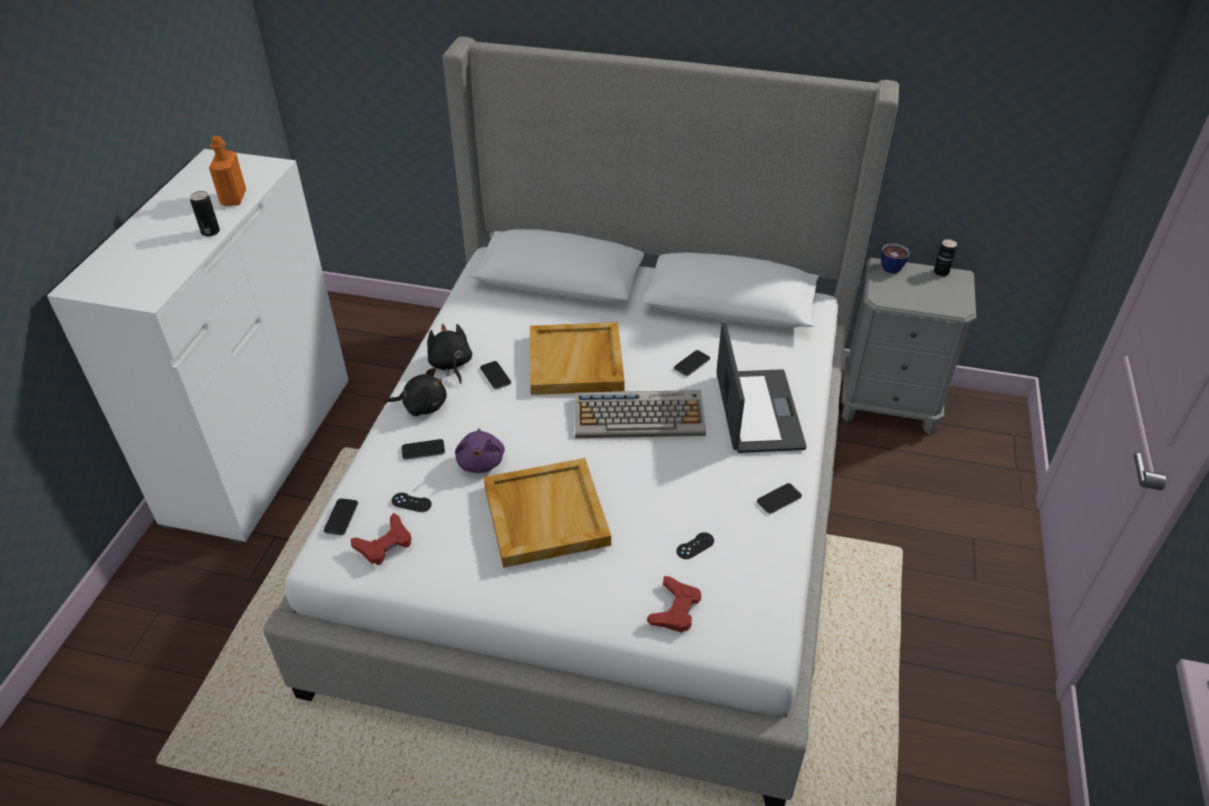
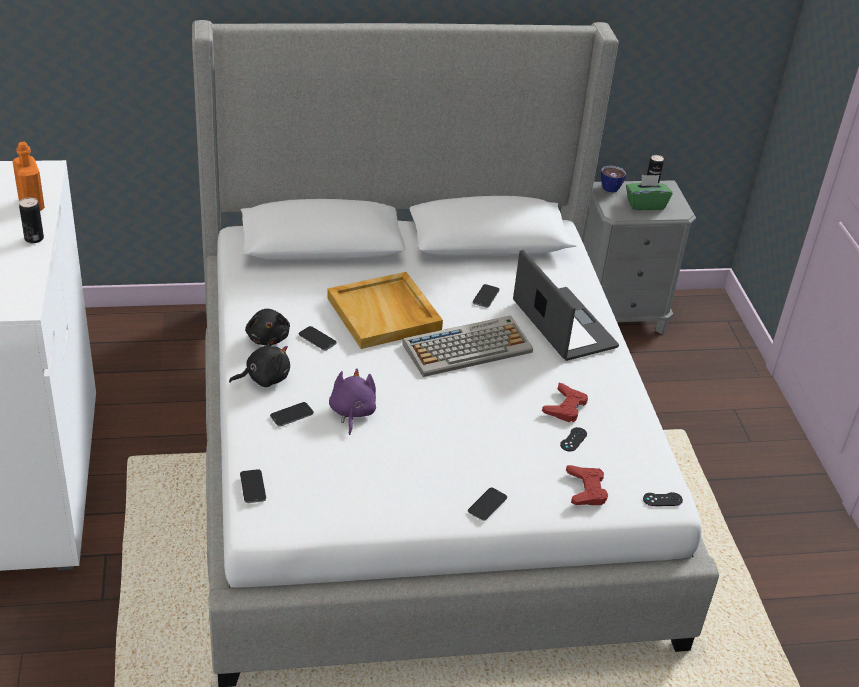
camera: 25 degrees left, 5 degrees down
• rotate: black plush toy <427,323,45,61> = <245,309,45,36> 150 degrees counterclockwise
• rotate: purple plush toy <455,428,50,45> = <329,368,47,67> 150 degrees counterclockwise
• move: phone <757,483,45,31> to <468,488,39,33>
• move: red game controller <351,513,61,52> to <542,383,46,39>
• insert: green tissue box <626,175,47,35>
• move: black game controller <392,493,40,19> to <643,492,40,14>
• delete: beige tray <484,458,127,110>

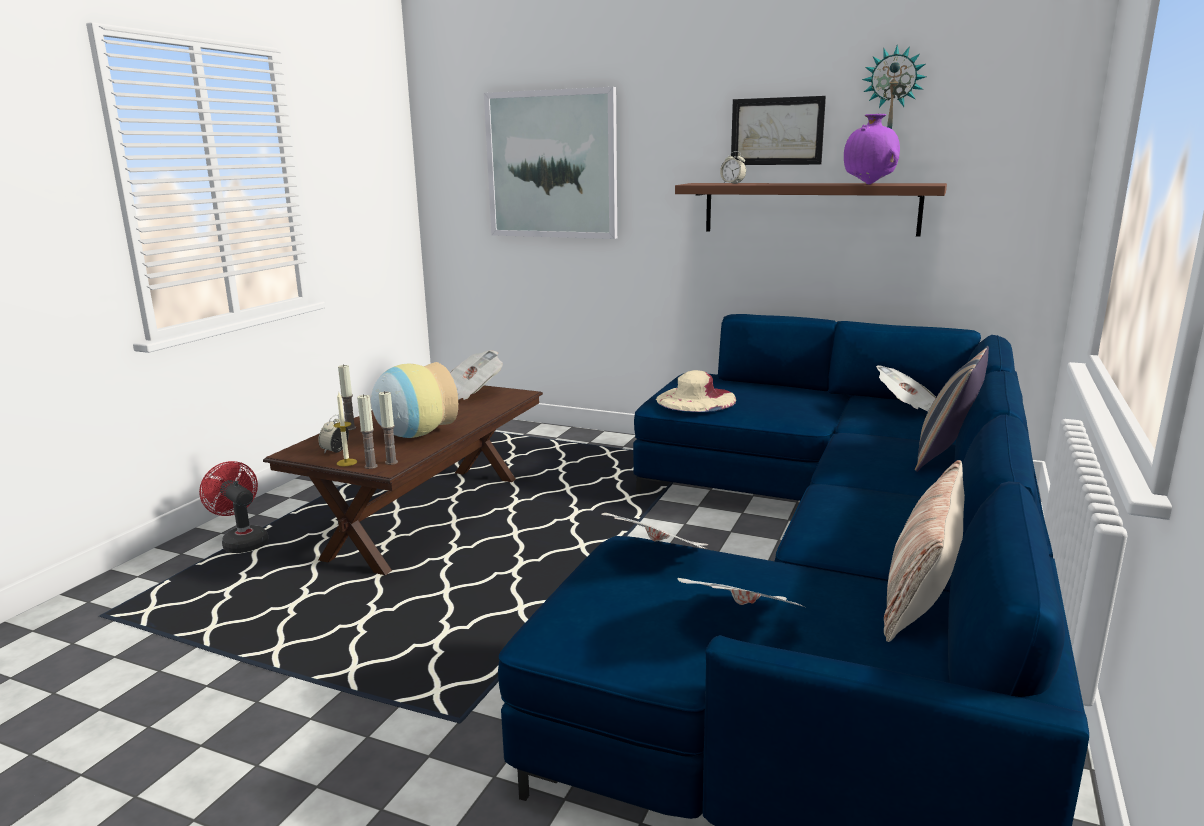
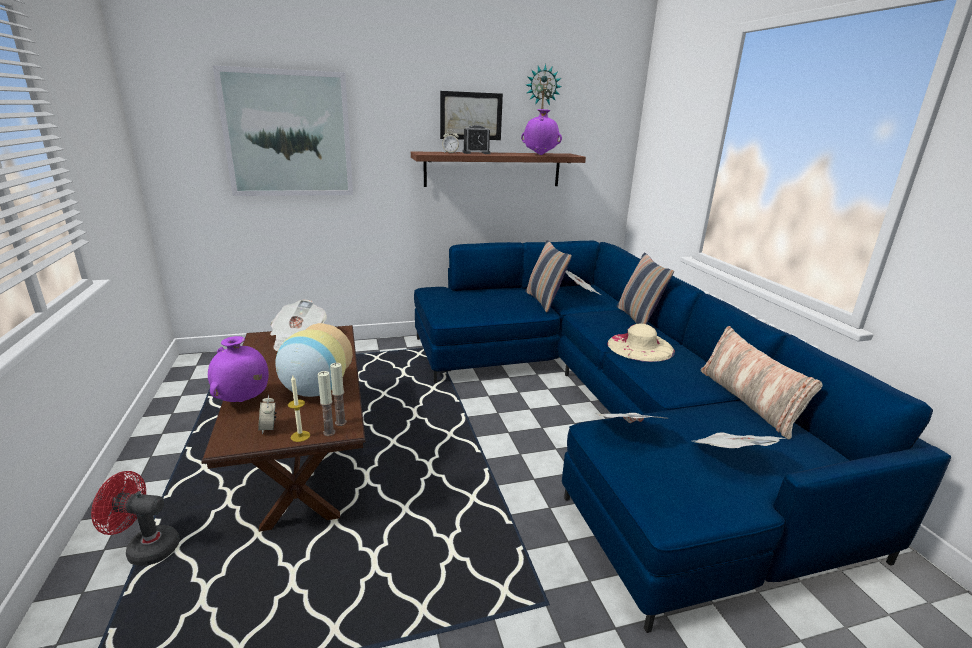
camera: 40 degrees left, 5 degrees up
• replace: candle <338,364,18,66> to purple vase <208,336,61,66>
• insert: alarm clock <463,125,28,29>
• insert: pillow <525,240,47,73>
• move: beige hat <656,370,80,42> to <607,324,68,38>

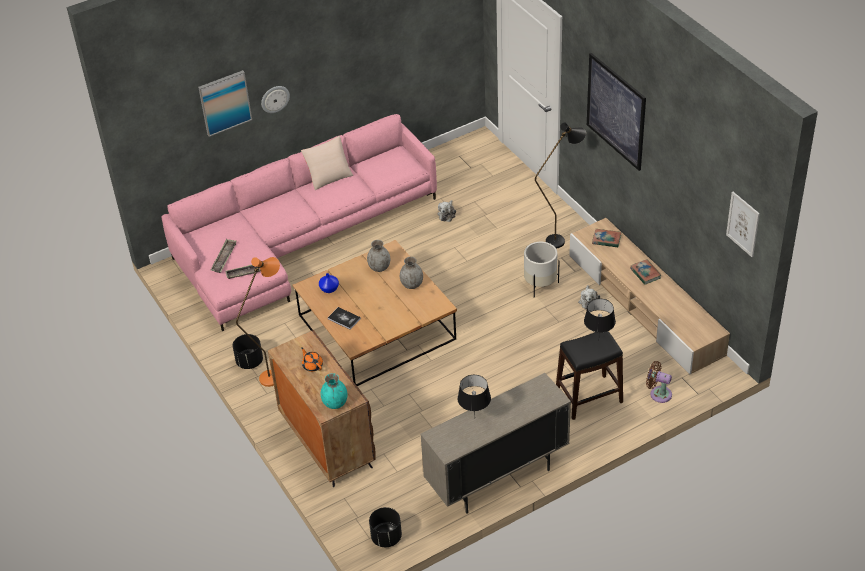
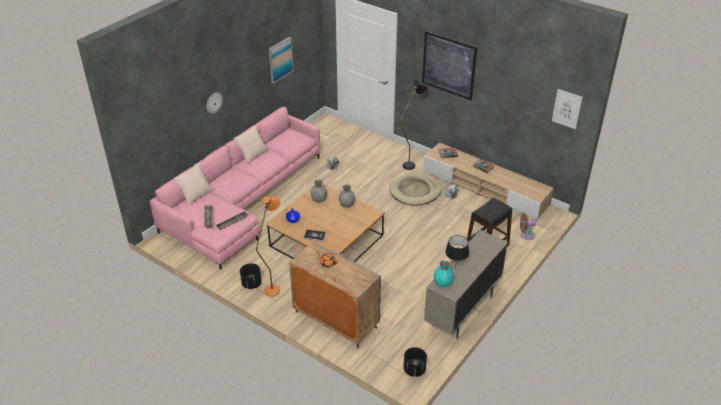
camera: 25 degrees left, 5 degrees down
• insert: beige pillow <174,163,40,42>
• move: picture <198,70,54,67> to <269,36,25,48>
• recolor: brown cabinet <268,330,108,157> to grey cabinet <289,241,92,107>
• replace: white planter <524,242,35,56> to beige dog bed <389,173,53,33>
• move: turquoise vase <321,373,27,36> to <434,260,19,27>
• delete: black table lamp <584,299,32,34>

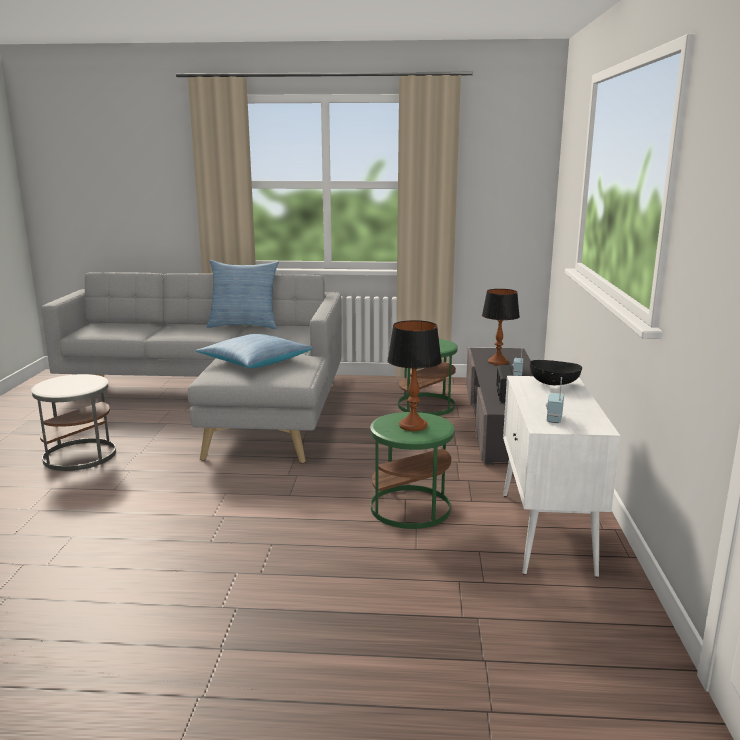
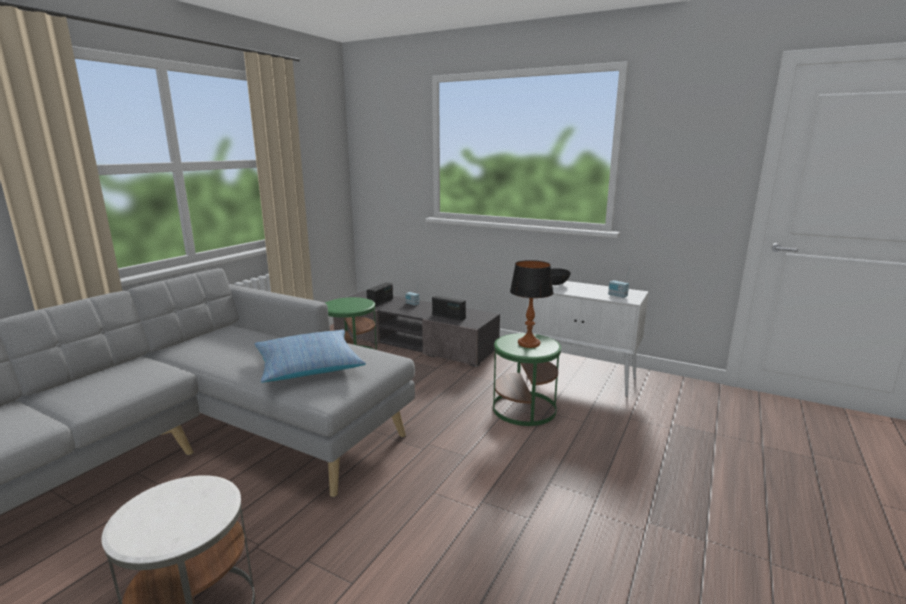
camera: 65 degrees left, 0 degrees up
• replace: table lamp <482,289,38,76> to radio <367,282,26,25>
• delete: pillow <207,260,72,69>

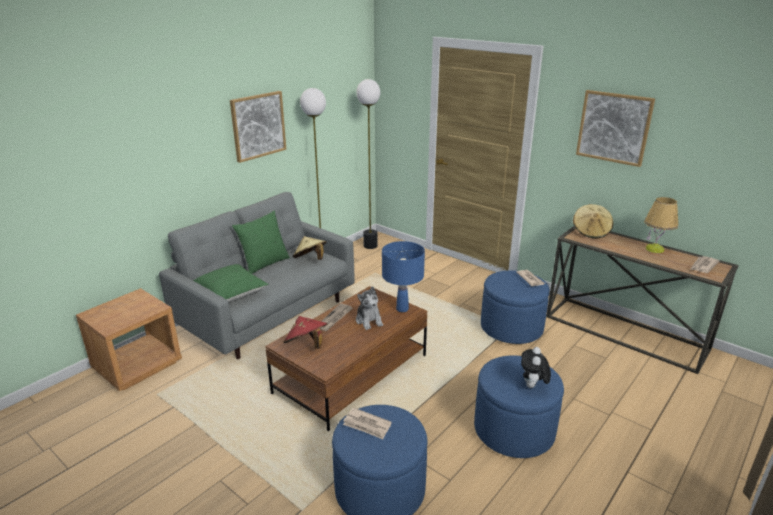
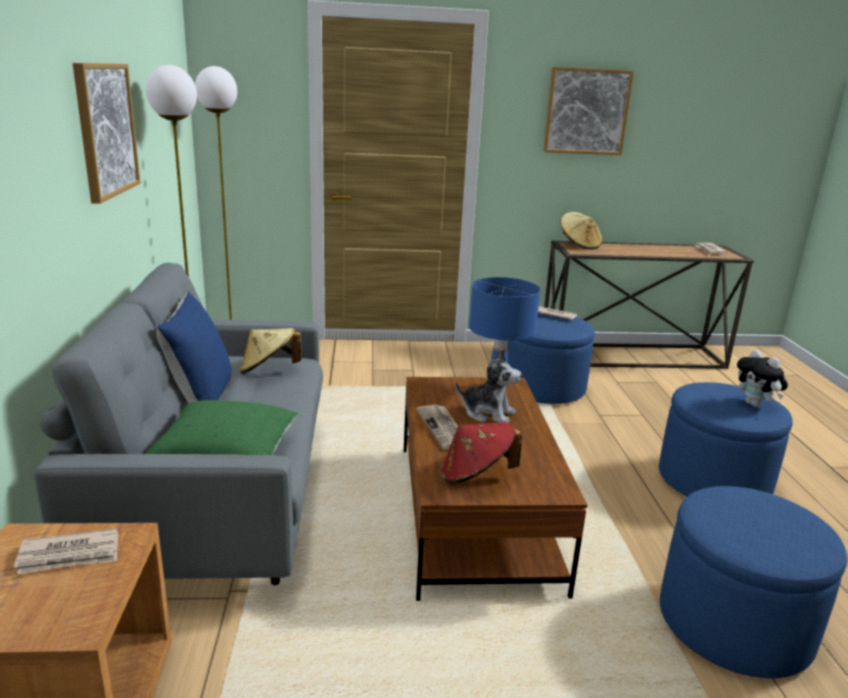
camera: 45 degrees left, 5 degrees down
• move: newspaper <343,408,49,31> to <14,528,104,46>
• recolor: green pillow <232,210,58,64> to blue pillow <157,292,74,111>
• delete: table lamp <644,197,34,56>

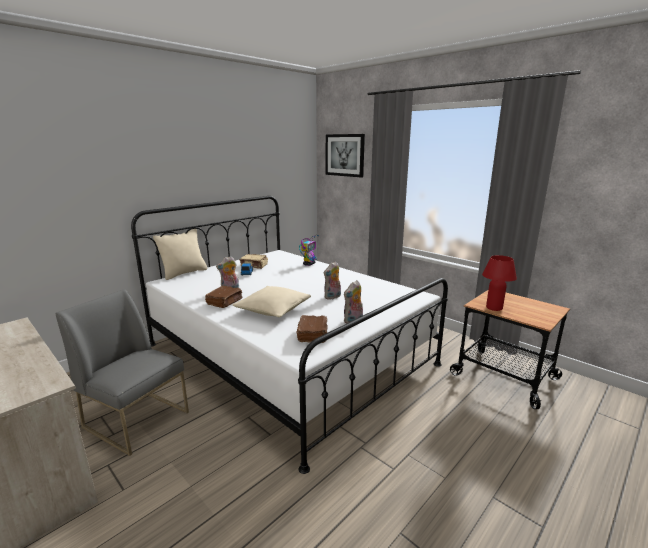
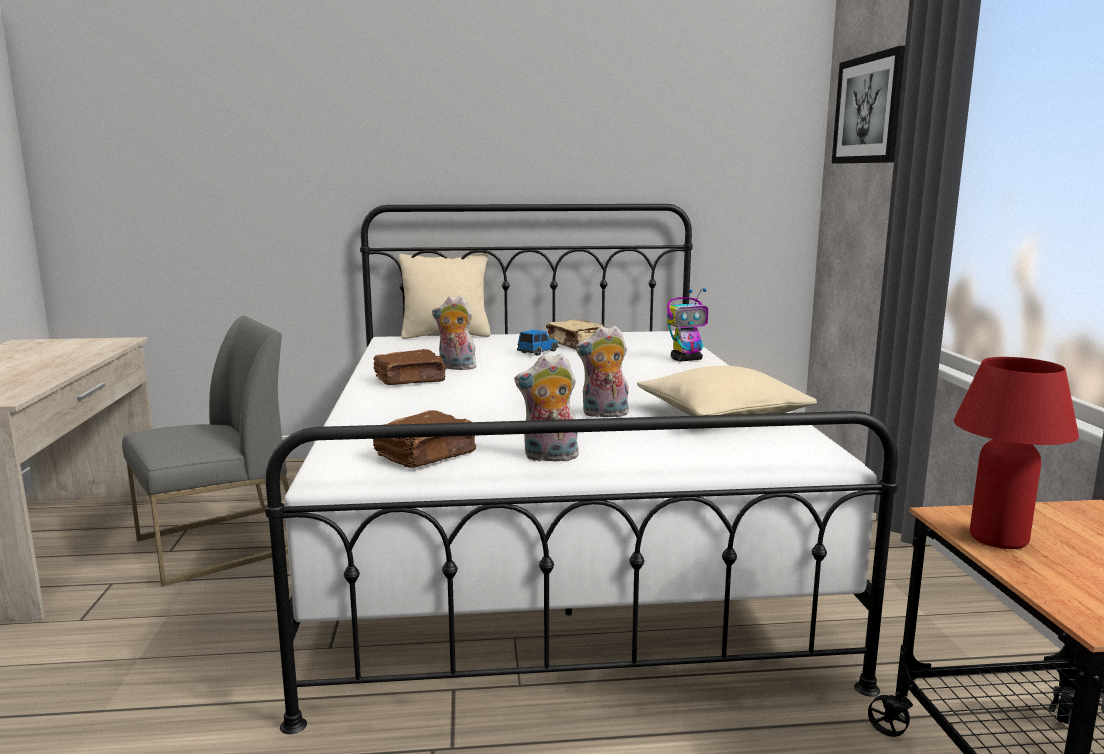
camera: 40 degrees right, 5 degrees down
• rotate: grey chair <56,289,133,167> = <122,316,167,270> 75 degrees clockwise
• move: beige pillow <232,286,79,31> to <637,366,180,50>

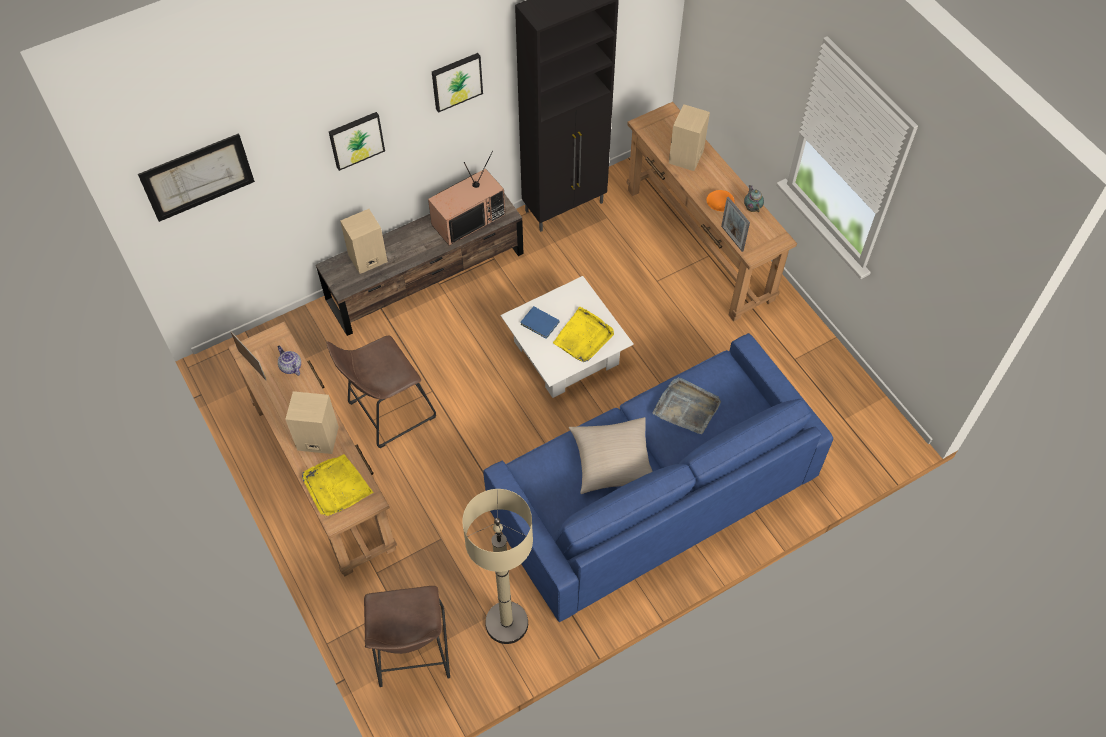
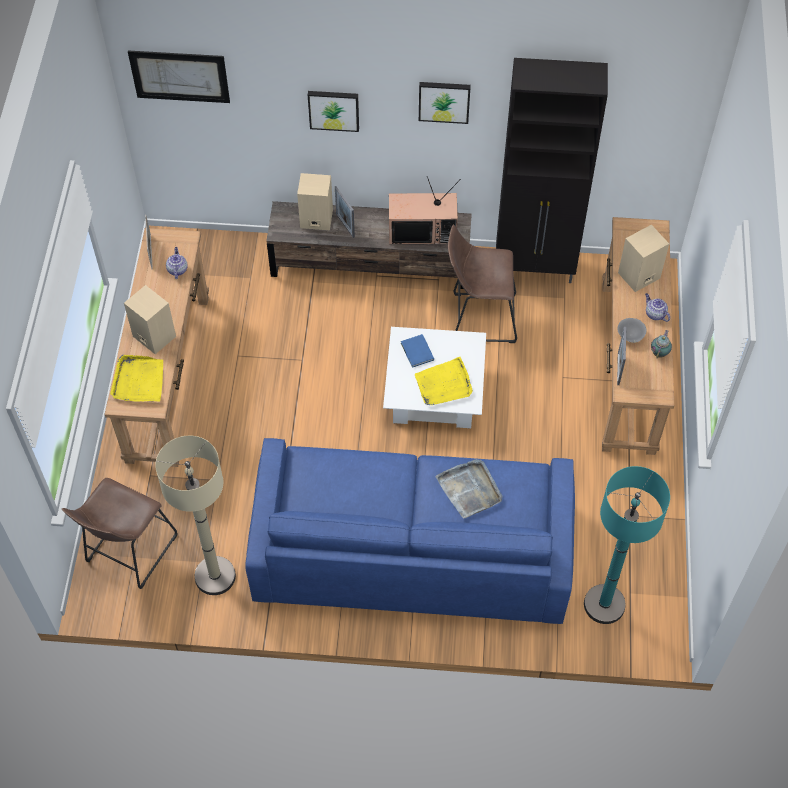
camera: 35 degrees right, 0 degrees up
• insert: picture frame <335,186,20,52>
• move: brown stool <326,335,110,113> to <448,225,69,118>
• insert: turquoise floor lamp <584,466,86,158>
• recolor: orange bowl <706,190,29,22> to grey bowl <617,318,30,25>
• insert: teapot <645,293,25,29>
• delete: beige pillow <569,417,84,77>

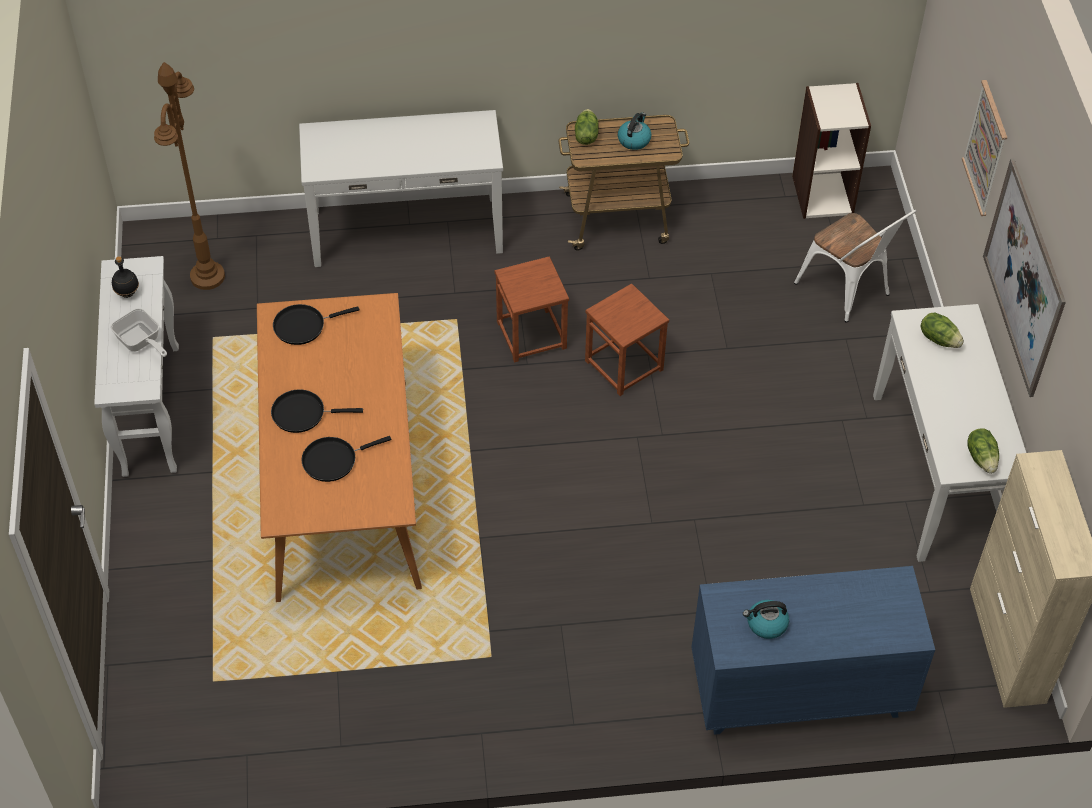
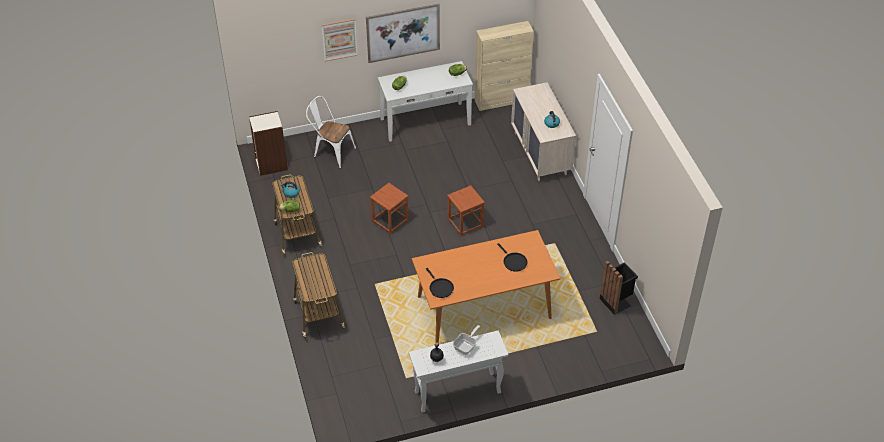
camera: 100 degrees left, 5 degrees down
• replace: white console table <299,110,204,157> to cart <292,252,53,86>
• rotate: white chair <794,210,123,113> = <306,96,50,73> 105 degrees counterclockwise
• move: brown stool <494,256,75,106> to <447,185,38,52>
• recolor: blue dresser <691,566,244,169> to beige dresser <511,82,65,99>
• insert: black trash can <599,261,39,54>
• delete: brown floor lamp <154,62,71,228>
• delete: black frying pan <271,389,92,44>

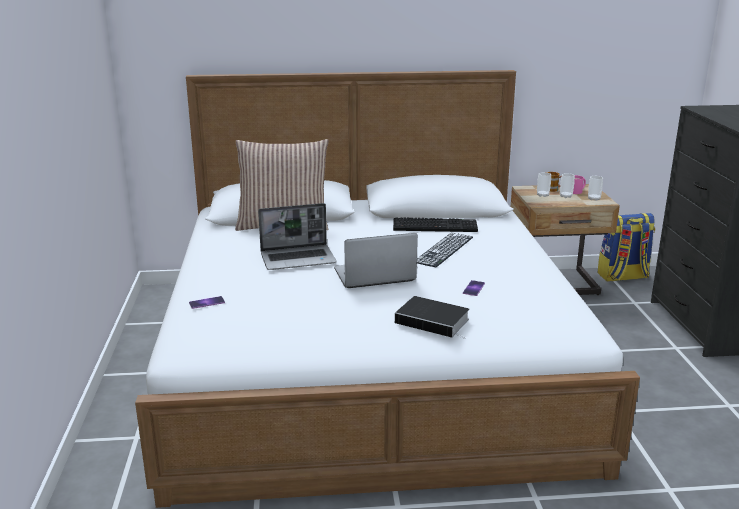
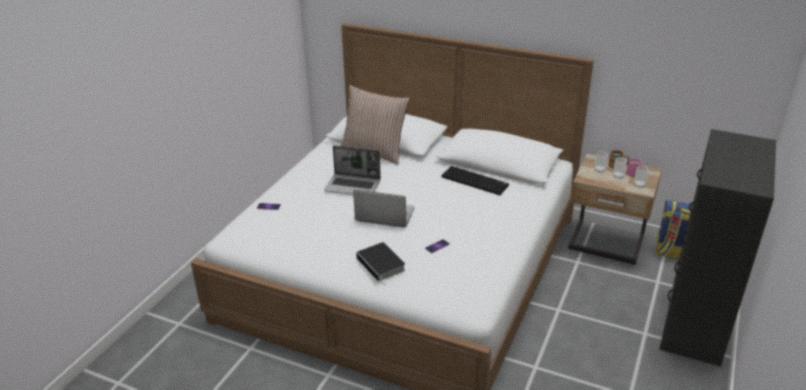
camera: 30 degrees right, 10 degrees up
• delete: keyboard <417,232,56,35>

